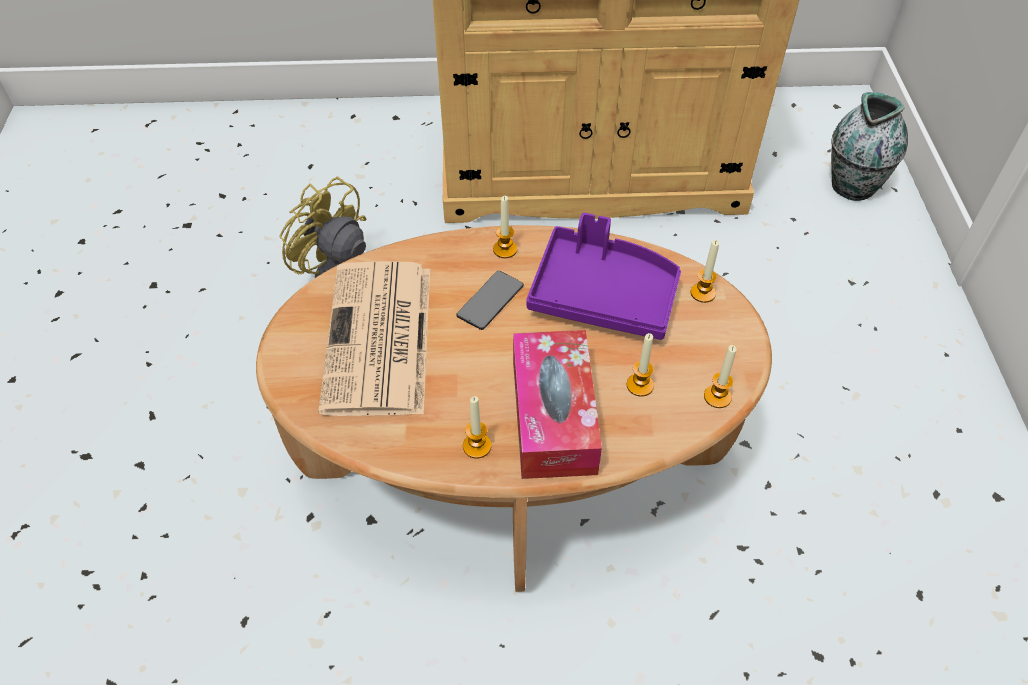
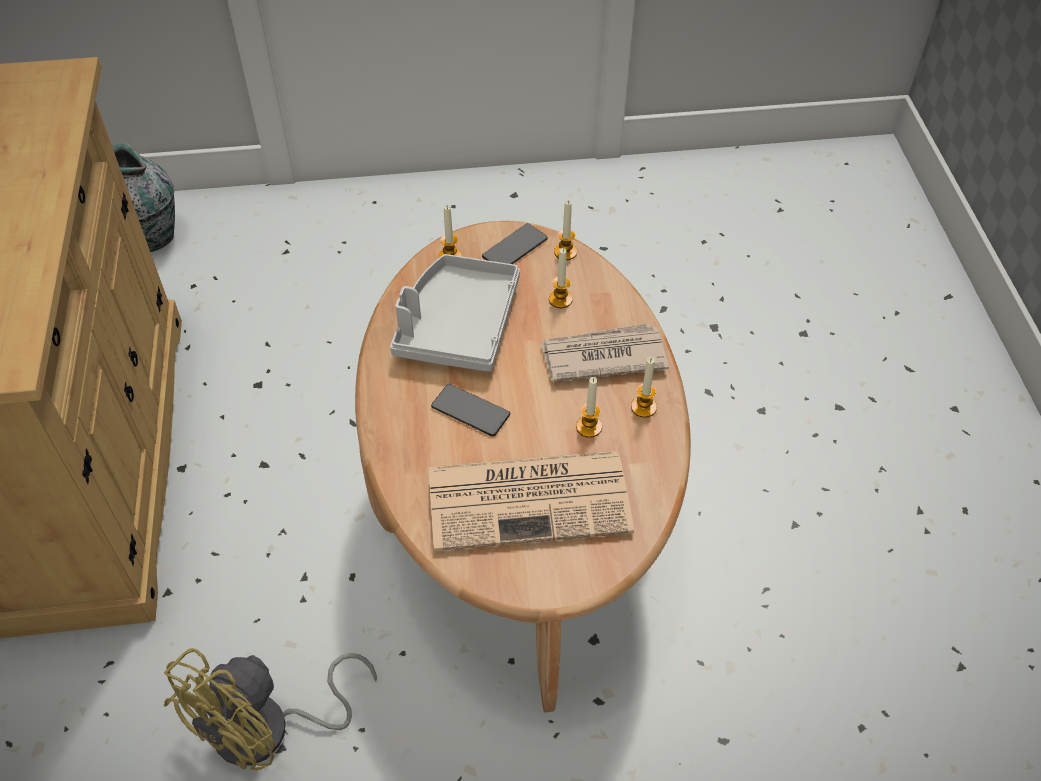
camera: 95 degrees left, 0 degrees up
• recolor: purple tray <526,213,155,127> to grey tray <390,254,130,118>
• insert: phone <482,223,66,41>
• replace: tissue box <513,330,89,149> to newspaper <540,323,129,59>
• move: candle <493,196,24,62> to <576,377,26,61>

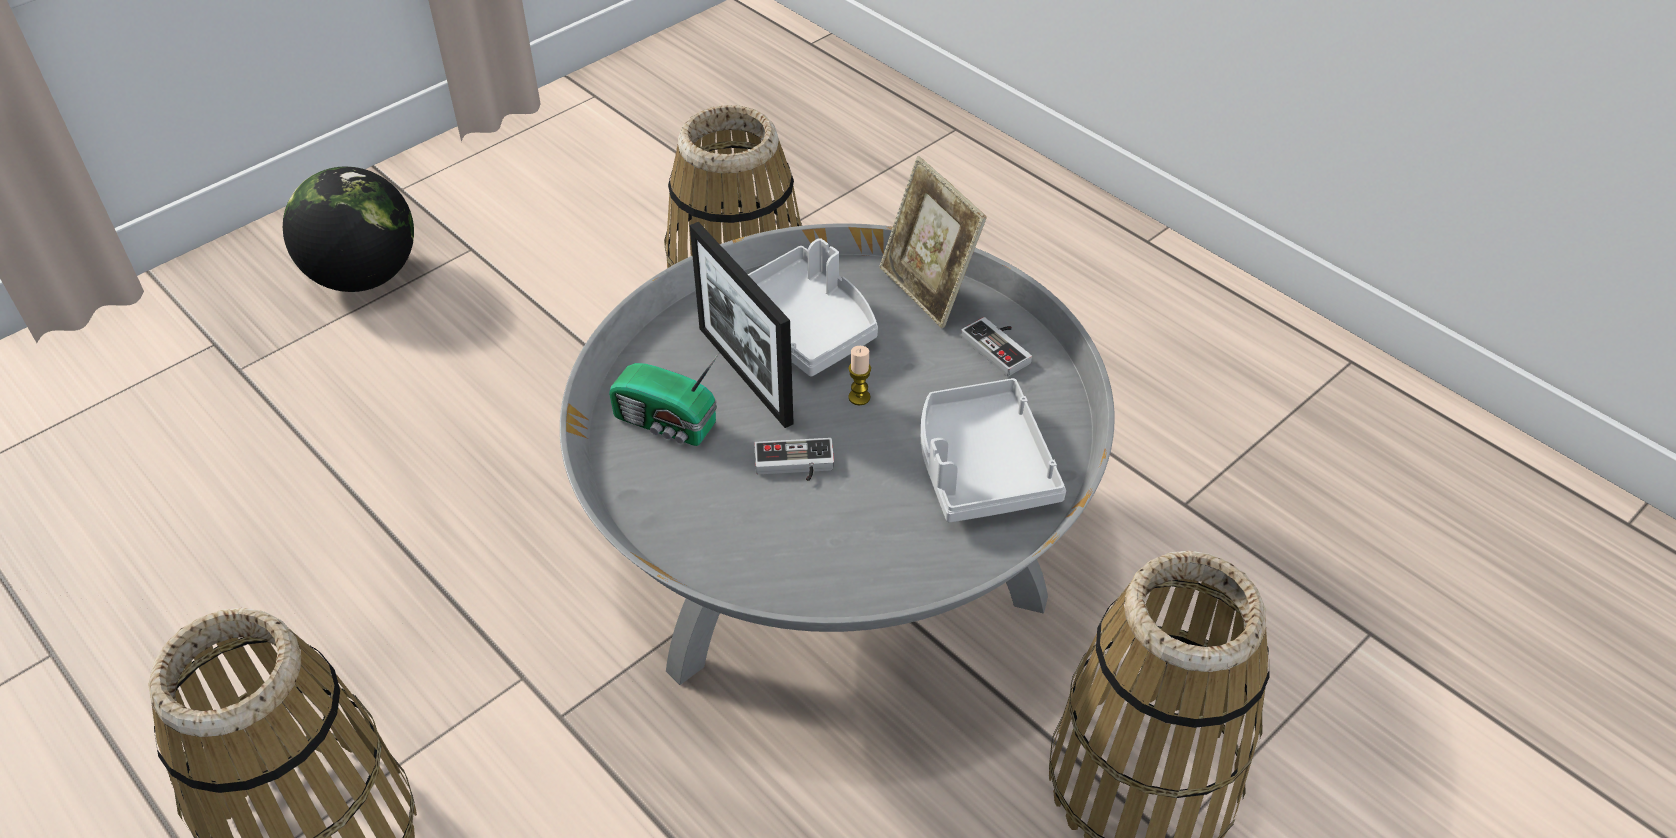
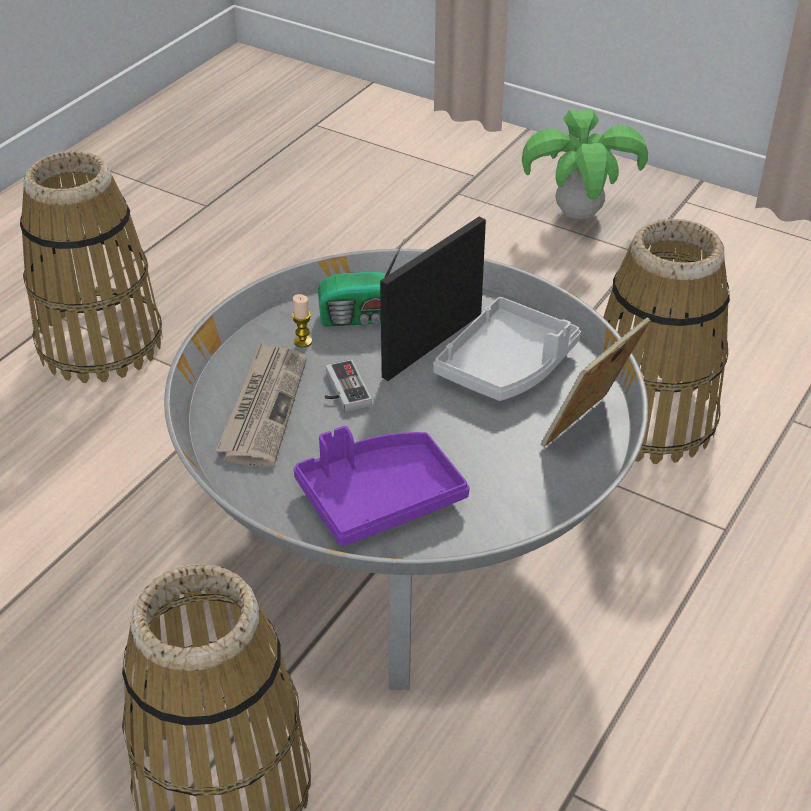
camera: 75 degrees right, 5 degrees down
• insert: newspaper <216,341,91,126>
• move: candle <848,346,23,59> to <292,294,20,53>
• recolor: grey tray <921,378,145,145> to purple tray <294,426,176,120>
• rotate: radio <609,353,110,93> = <318,239,86,88> 105 degrees counterclockwise
• replace: globe <283,167,131,125> to potted plant <522,109,126,110>
• delete: game controller <961,317,71,59>

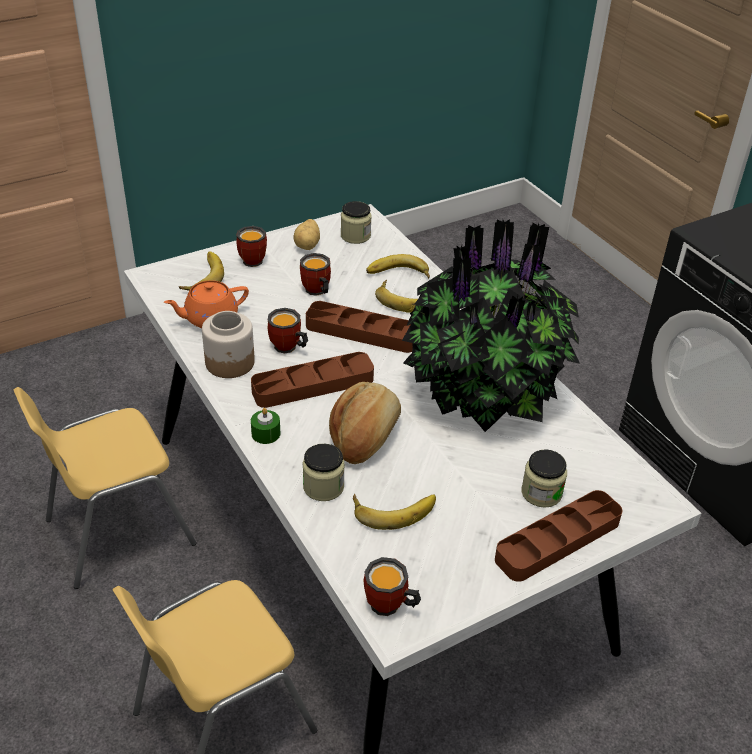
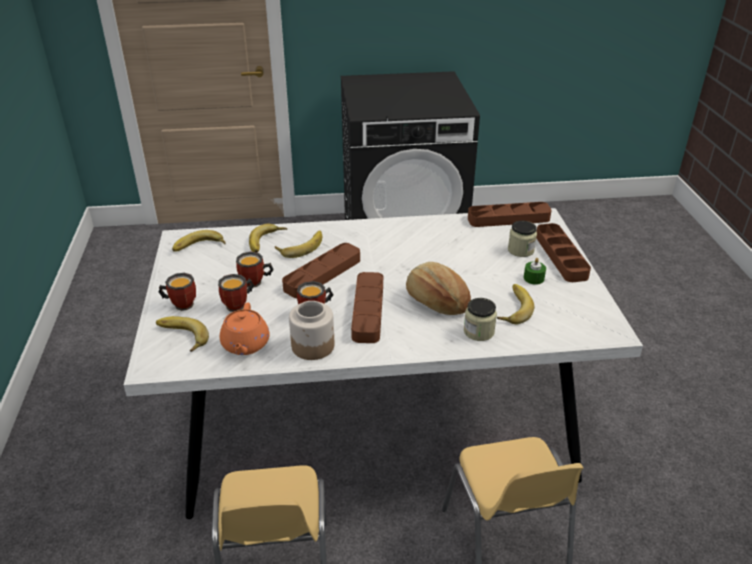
camera: 65 degrees left, 5 degrees down
• replace: jar <341,201,31,43> to banana <172,230,54,22>
• move: mug <363,557,58,59> to <218,274,36,38>
• insert: brown tray <468,202,84,25>
• move: green candle <251,408,29,36> to <524,258,22,27>
• delete: potato <294,219,26,31>
• delete: potted plant <402,219,178,213>

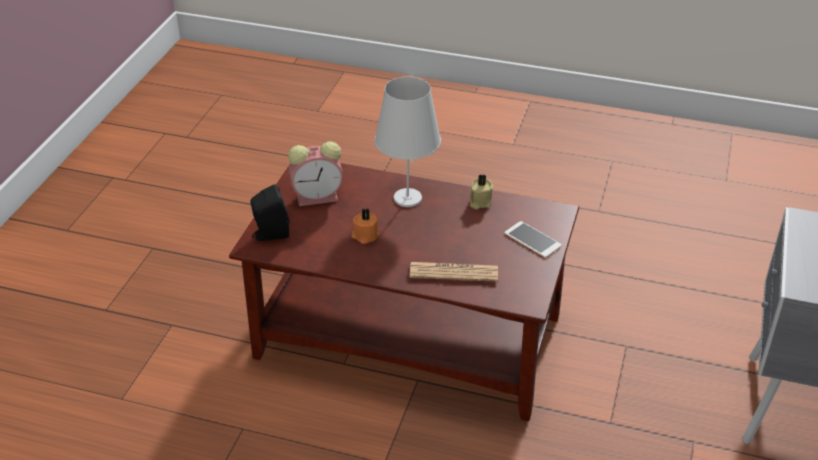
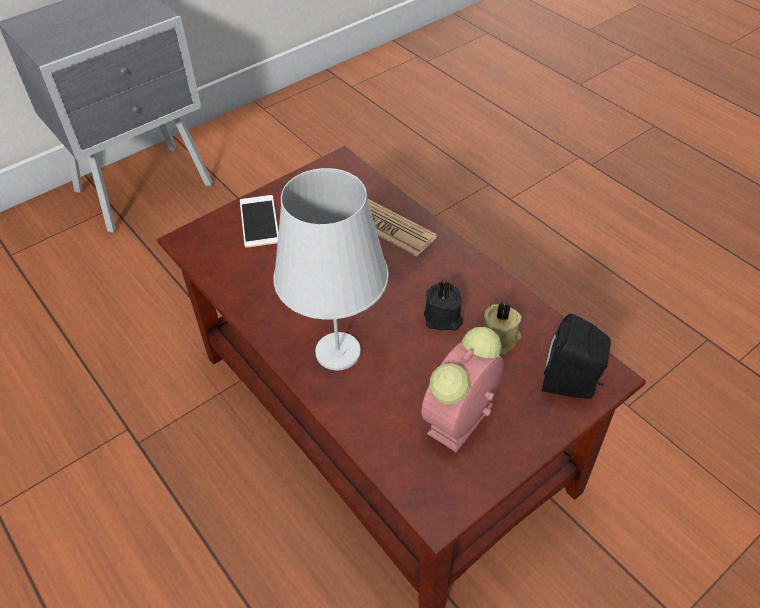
camera: 145 degrees left, 10 degrees up
• rotate: alarm clock <288,141,55,65> = <421,327,83,126> 75 degrees counterclockwise
• recolor: orange candle <351,208,28,36> to black candle <424,281,39,50>
• move: beige candle <470,174,24,35> to <484,303,38,51>

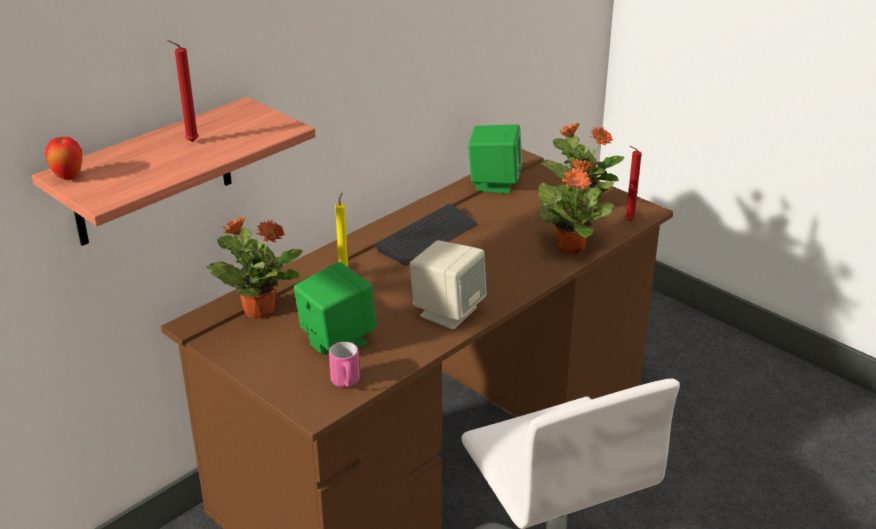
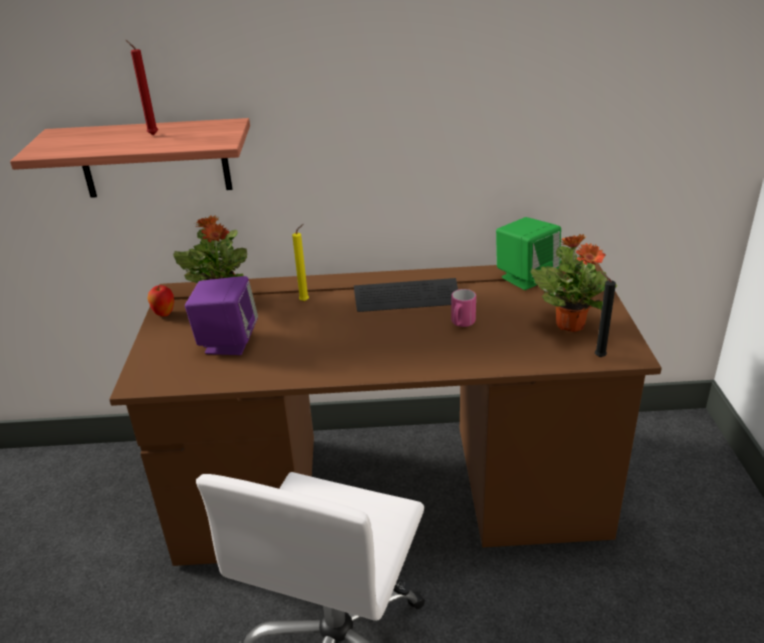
camera: 45 degrees right, 0 degrees up
• move: apple <45,137,37,43> to <147,285,27,31>
• recolor: green speaker <294,262,83,92> to purple speaker <185,276,73,79>
• move: pink mug <329,342,31,46> to <451,289,25,38>
• recolor: red candle <625,146,17,75> to black candle <595,272,21,85>
• delete: beige speaker <410,240,77,90>
• delete: potted plant <538,159,76,95>

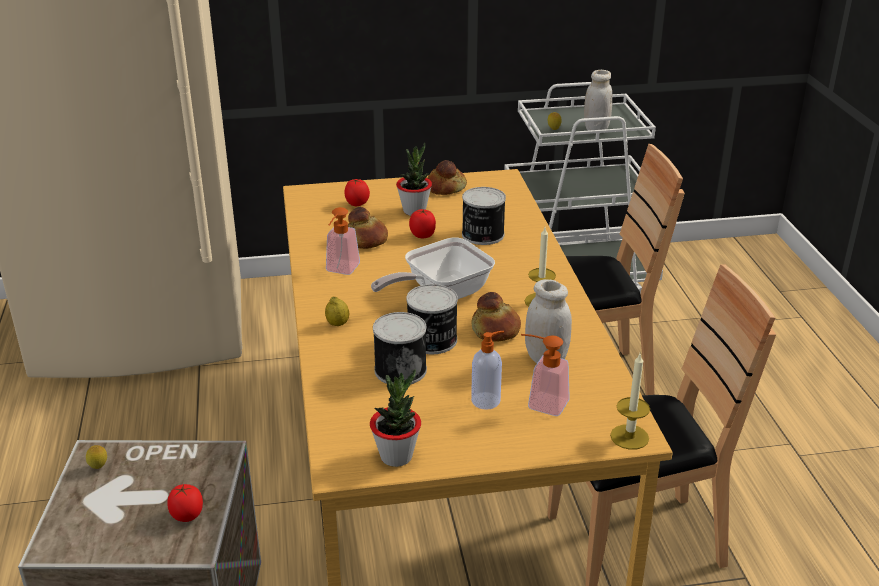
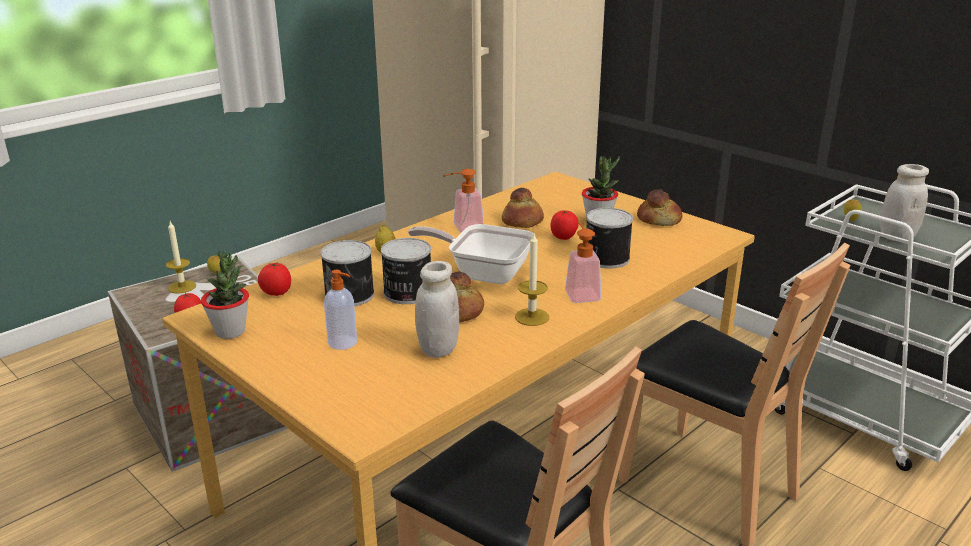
camera: 55 degrees right, 5 degrees down
• move: candle <610,354,40,96> to <166,221,30,73>
• move: tomato <344,179,26,27> to <258,262,33,34>
• move: soap dispenser <521,334,49,82> to <565,222,36,81>

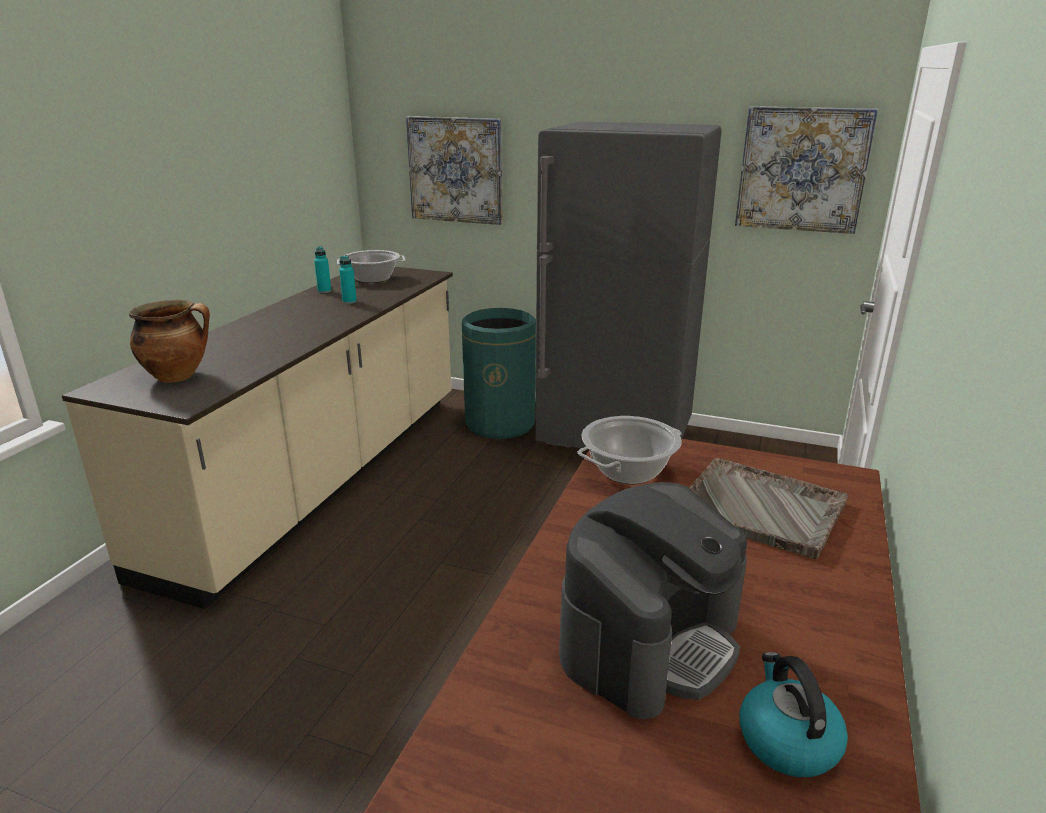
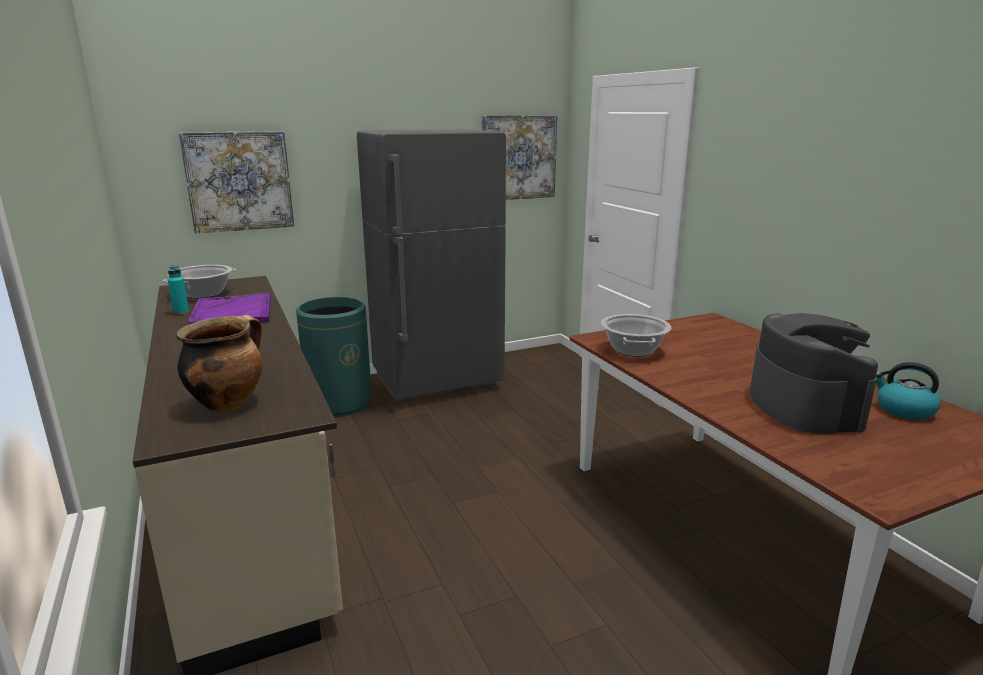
camera: 45 degrees left, 5 degrees down
• replace: turquoise bottle <339,255,18,49> to purple tray <188,293,83,31>
• delete: grey tray <690,458,159,101>

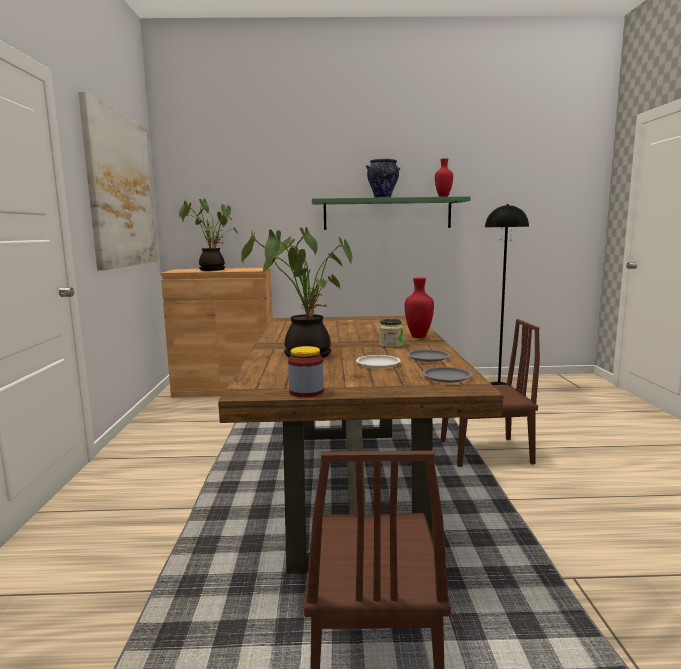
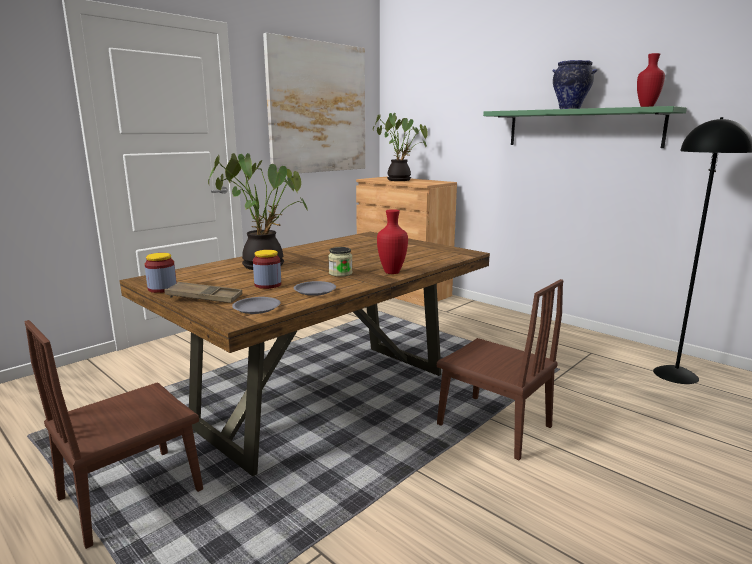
camera: 45 degrees right, 5 degrees up
• insert: brown tray <165,282,77,21>
• replace: white plate <356,355,45,13> to jar <253,250,28,39>

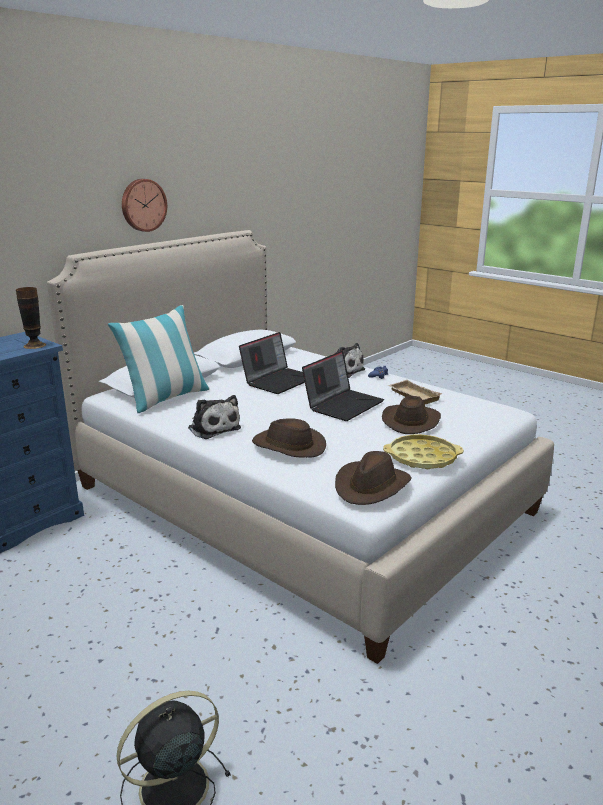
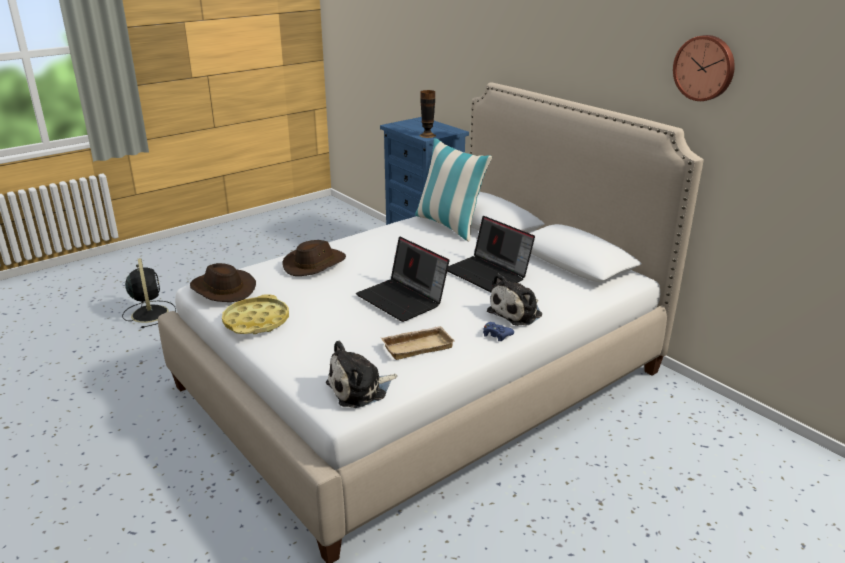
camera: 100 degrees right, 5 degrees up
• move: plush toy <188,395,53,44> to <326,340,71,68>
• move: wall clock <122,179,45,53> to <673,35,62,66>
• delete: brown hat <382,396,59,38>

